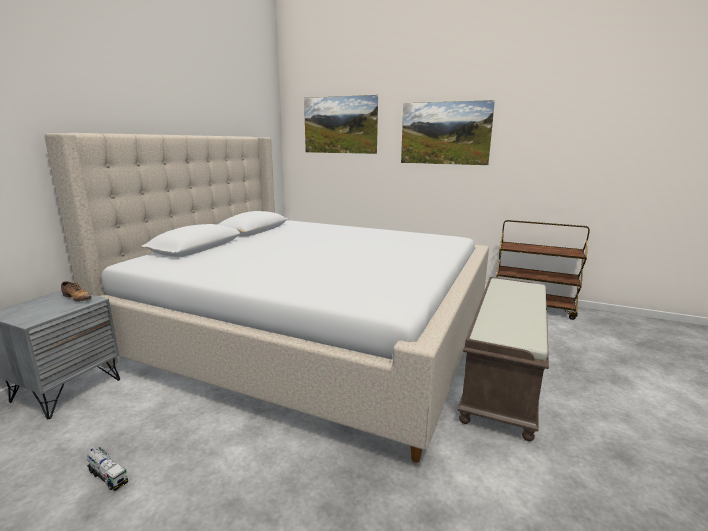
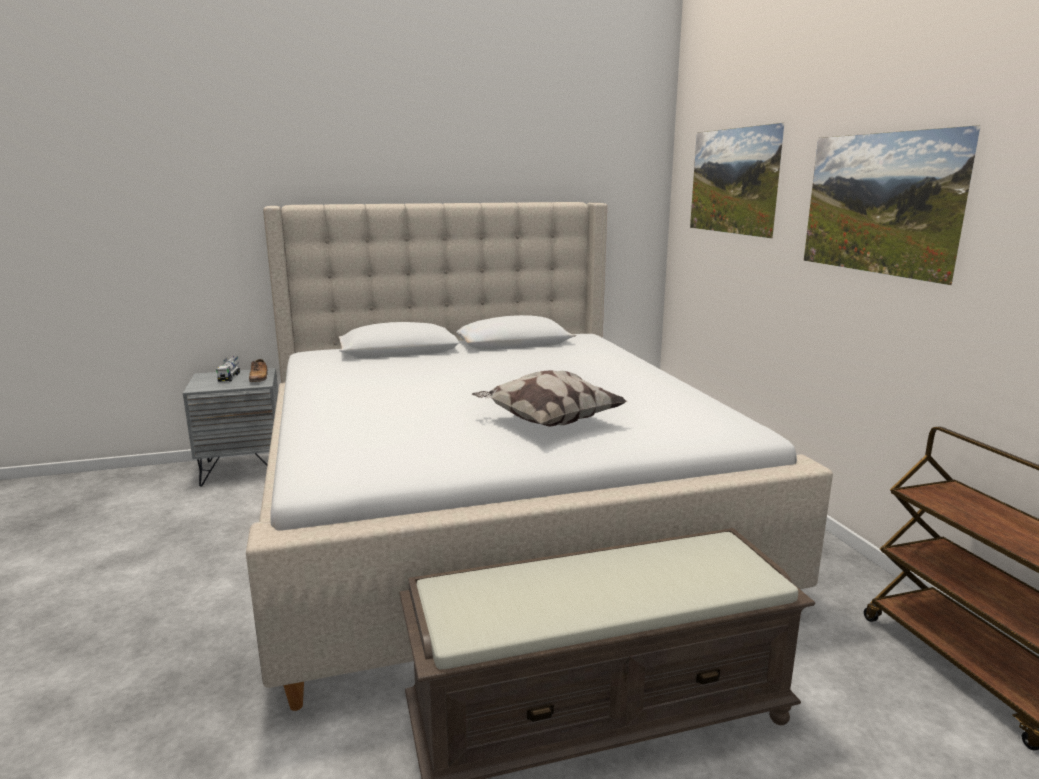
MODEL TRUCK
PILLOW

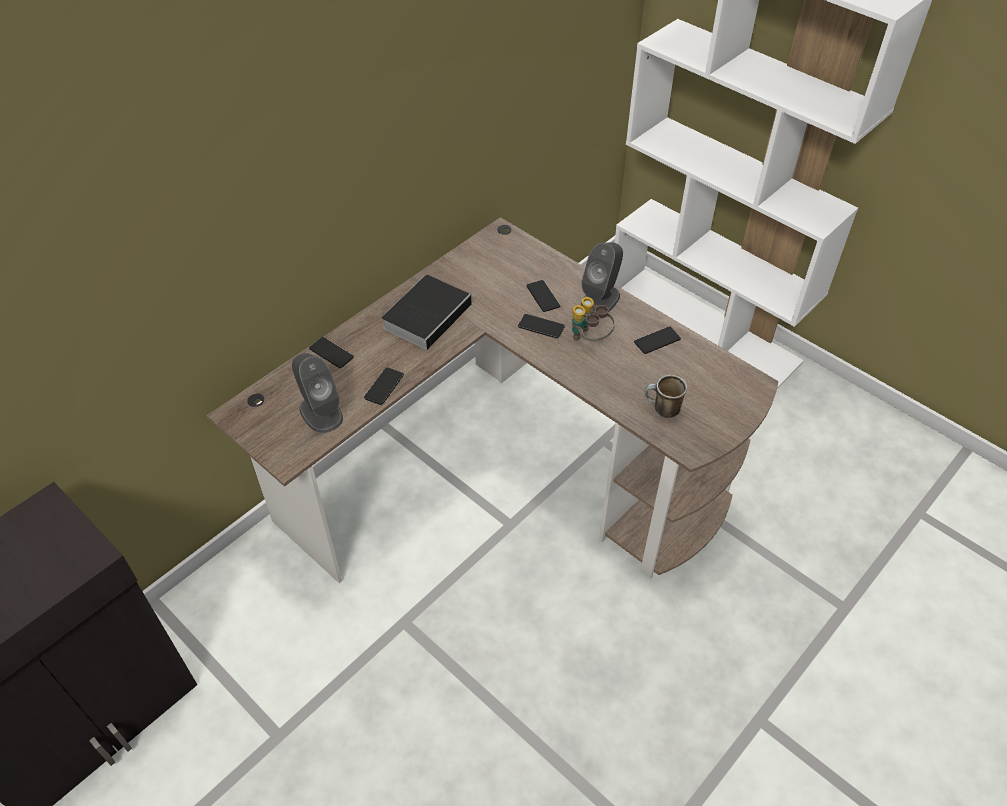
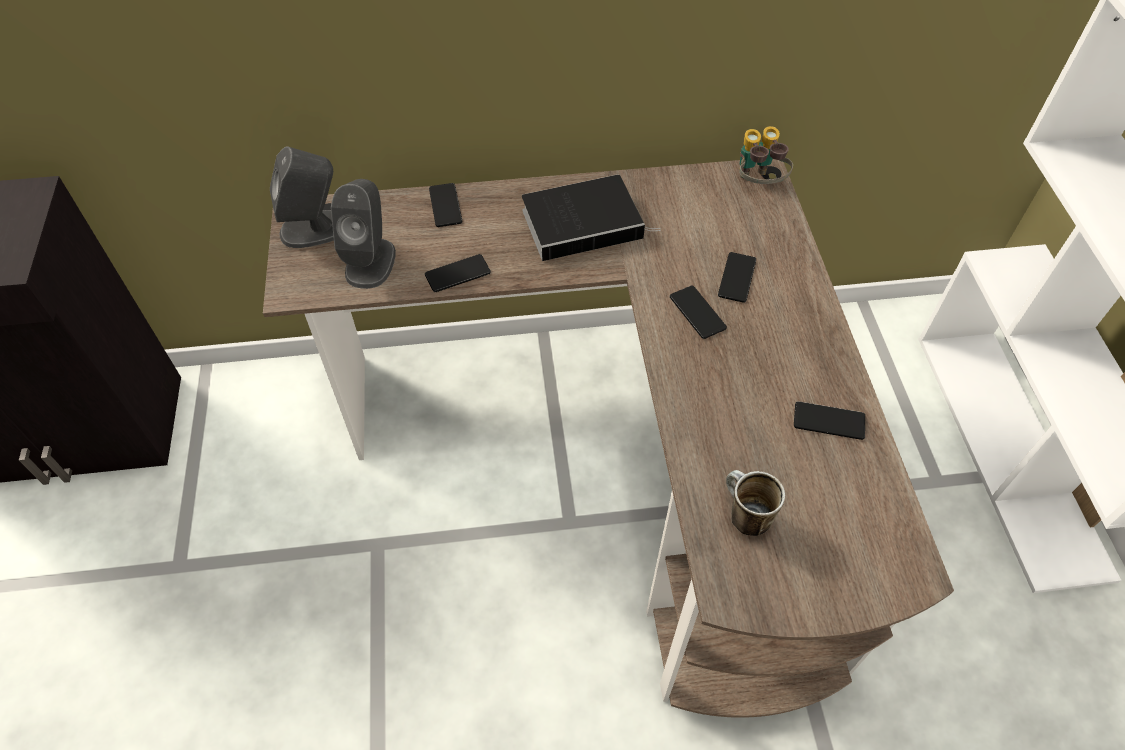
BINOCULARS
GREYISH AUDIO SPEAKER (no. 1 from left)

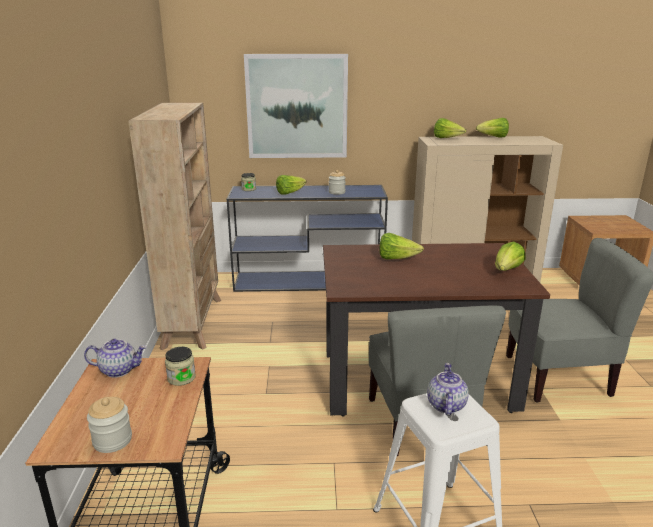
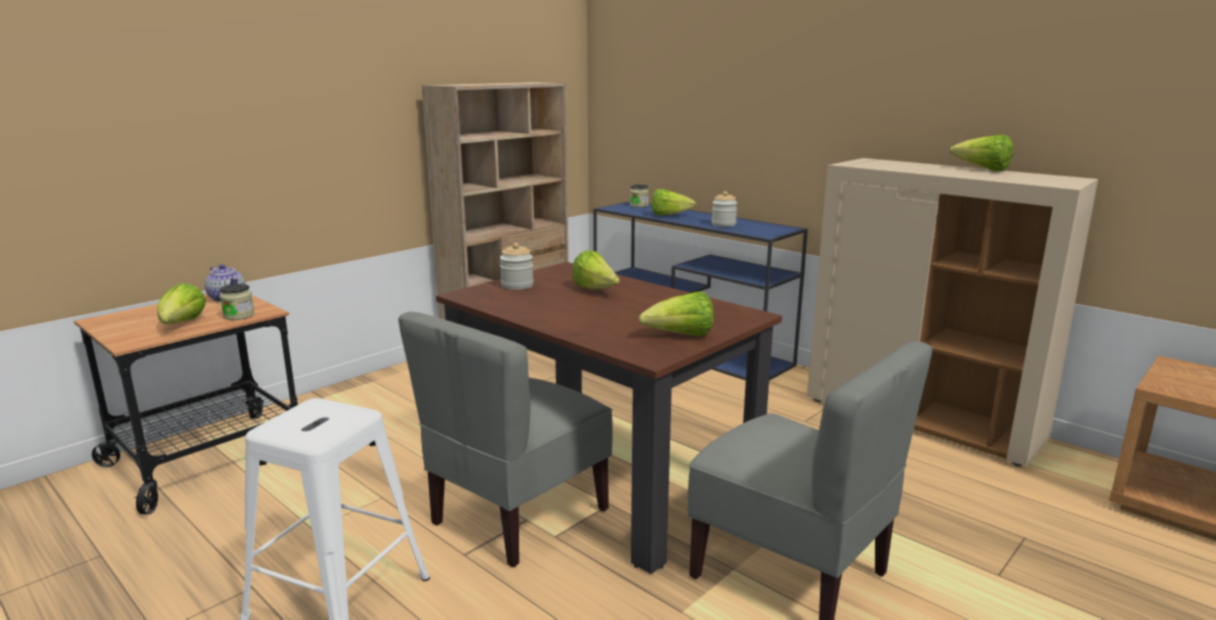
JAR (no. 2 from left)
PICTURE
POT FOR TEA (no. 2 from left in the first image)
HEAD OF LETTUCE (no. 1 from left)

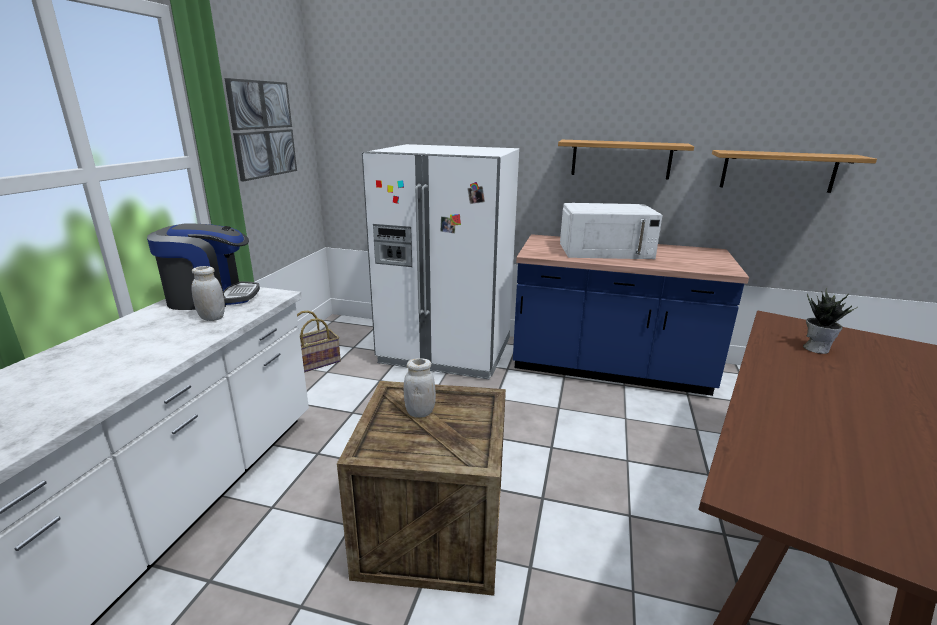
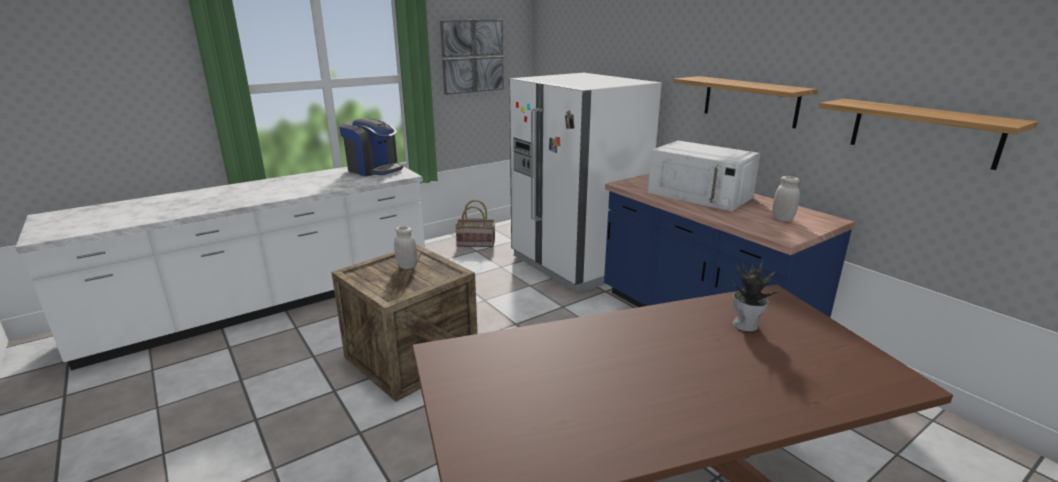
WHITE JAR (no. 2 from left)

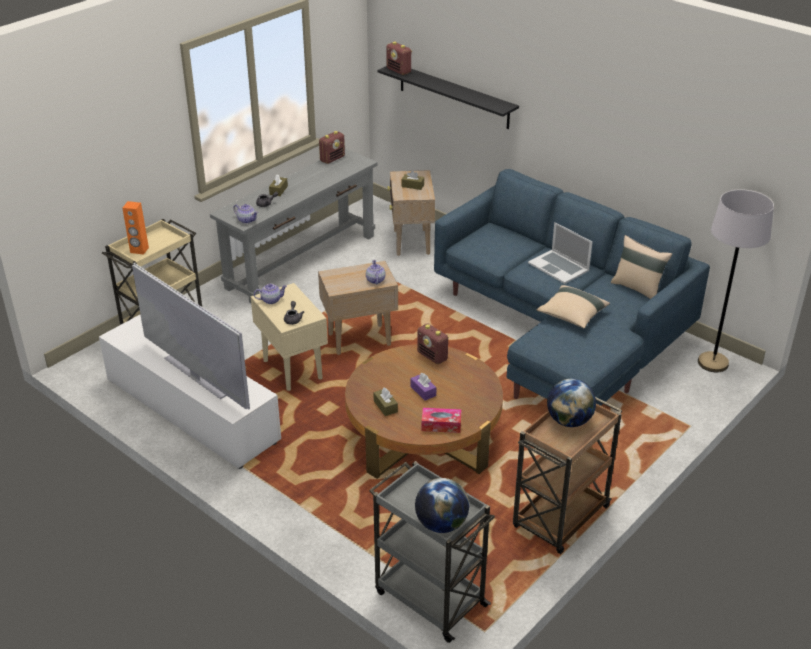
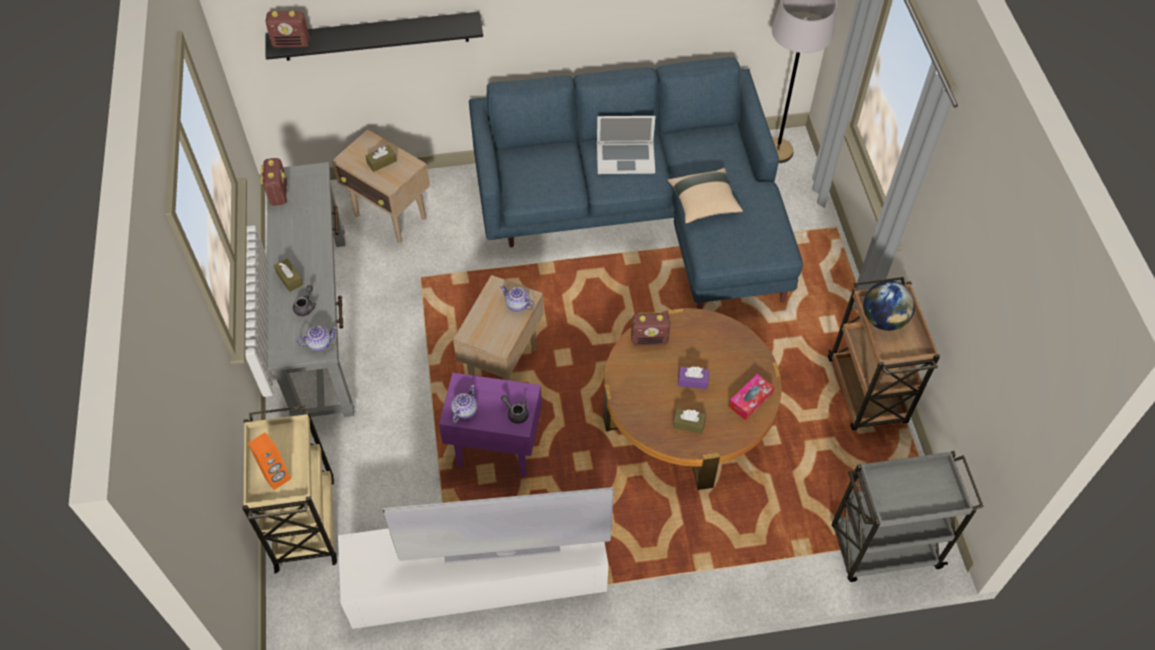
PURPLISH END TABLE
WORLD GLOBE (no. 1 from left in the first image)
BEIGE-COLOURED PILLOW (no. 2 from left in the first image)

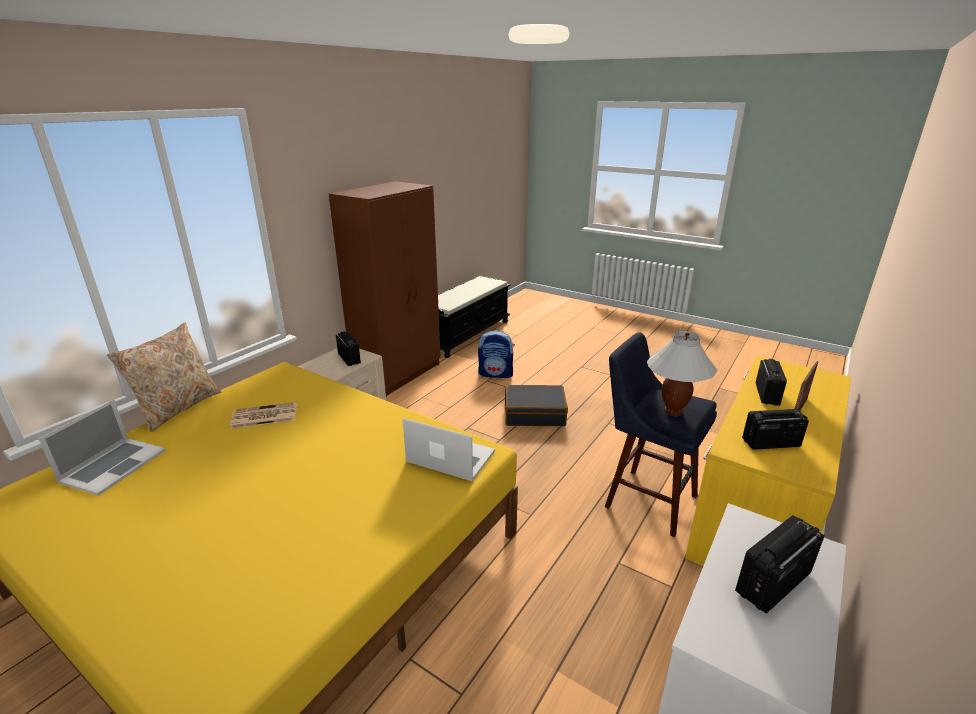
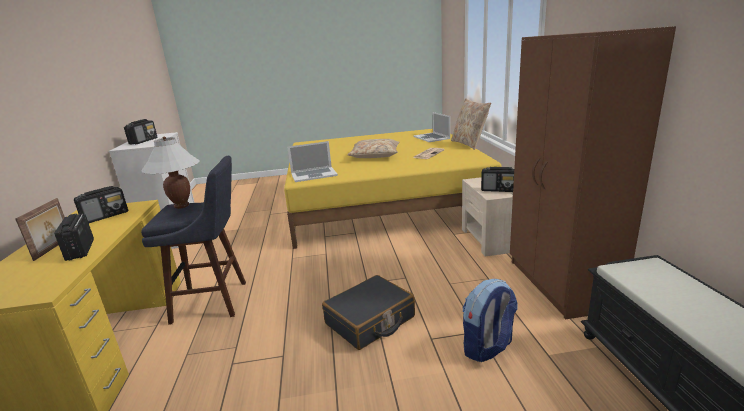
BEIGE-COLOURED PILLOW (no. 1 from left)

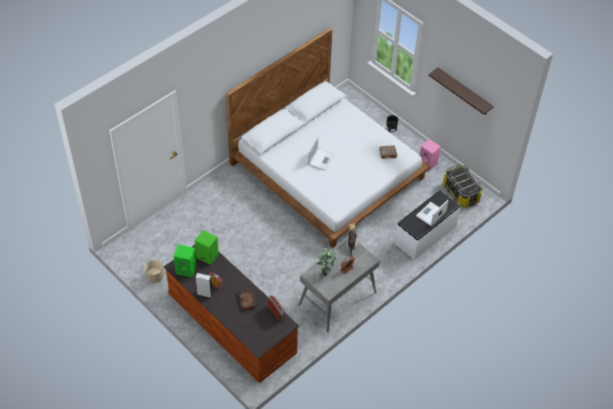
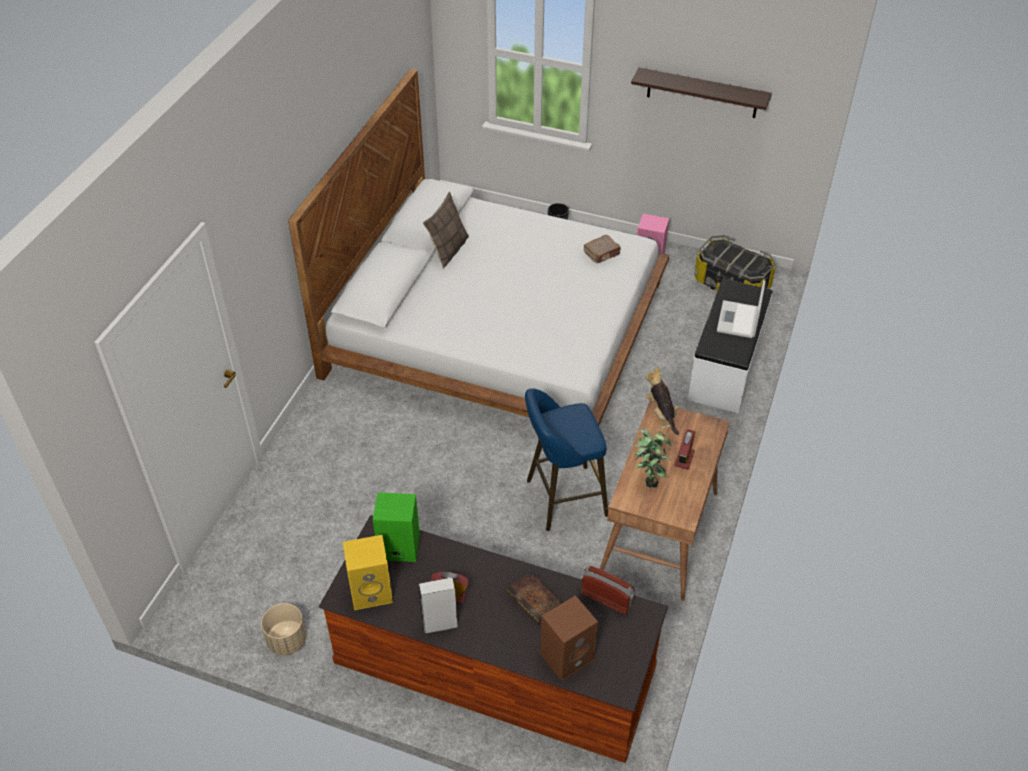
YELLOWISH AUDIO SPEAKER
BROWN DESK TABLE
PORTABLE COMPUTER (no. 1 from left in the first image)
PILLOW
BLUISH SITTING STOOL
BROWN AUDIO SPEAKER

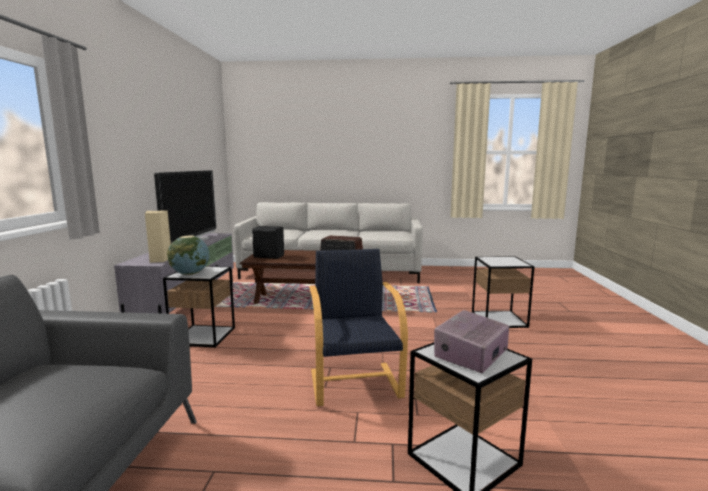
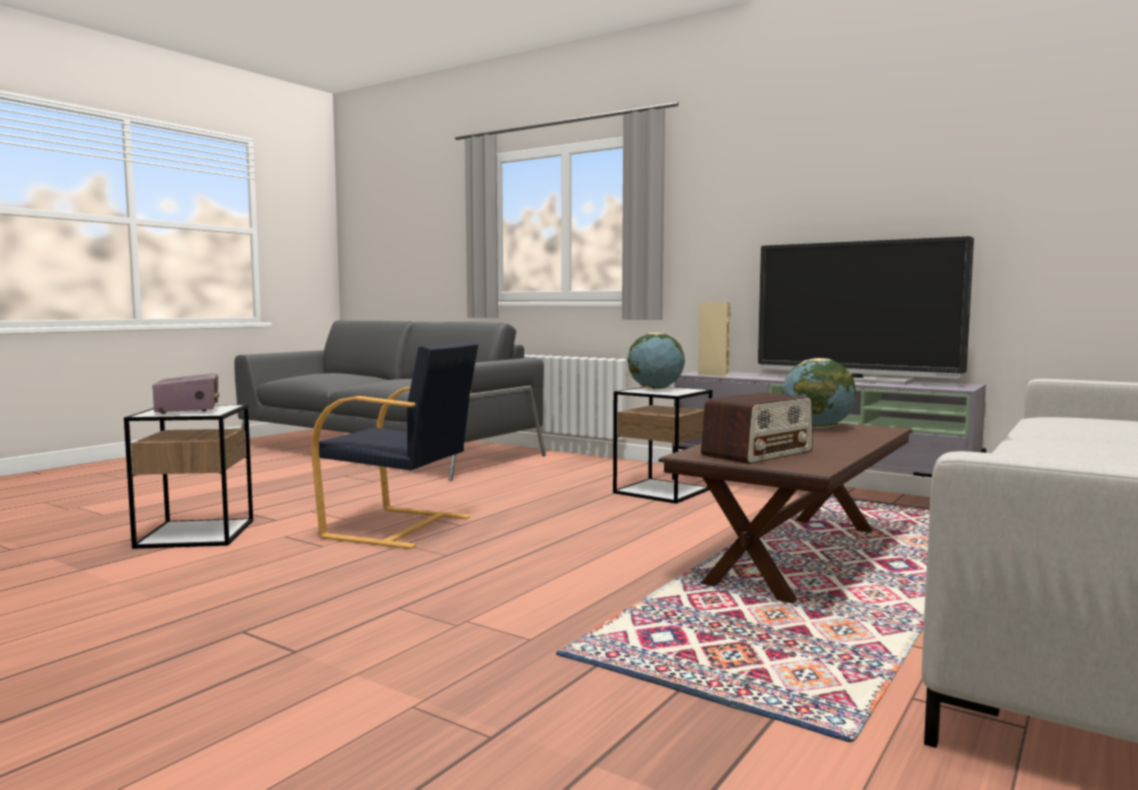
WORLD GLOBE (no. 2 from left)
END TABLE (no. 3 from left in the first image)

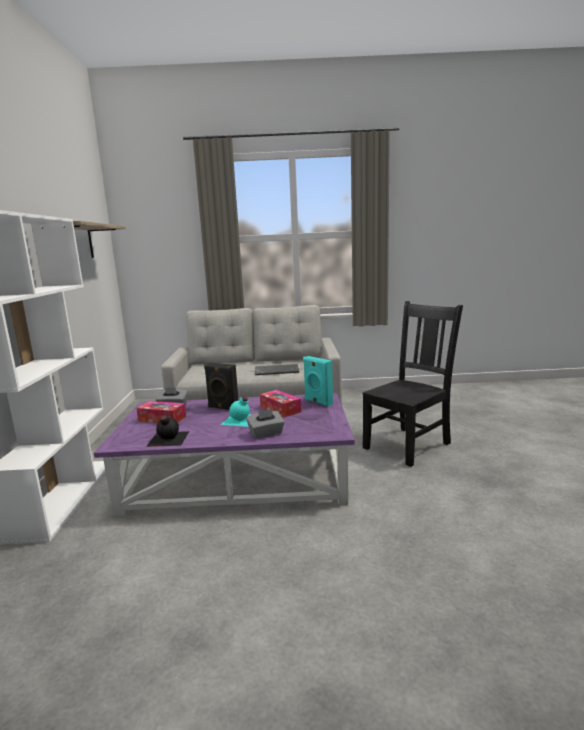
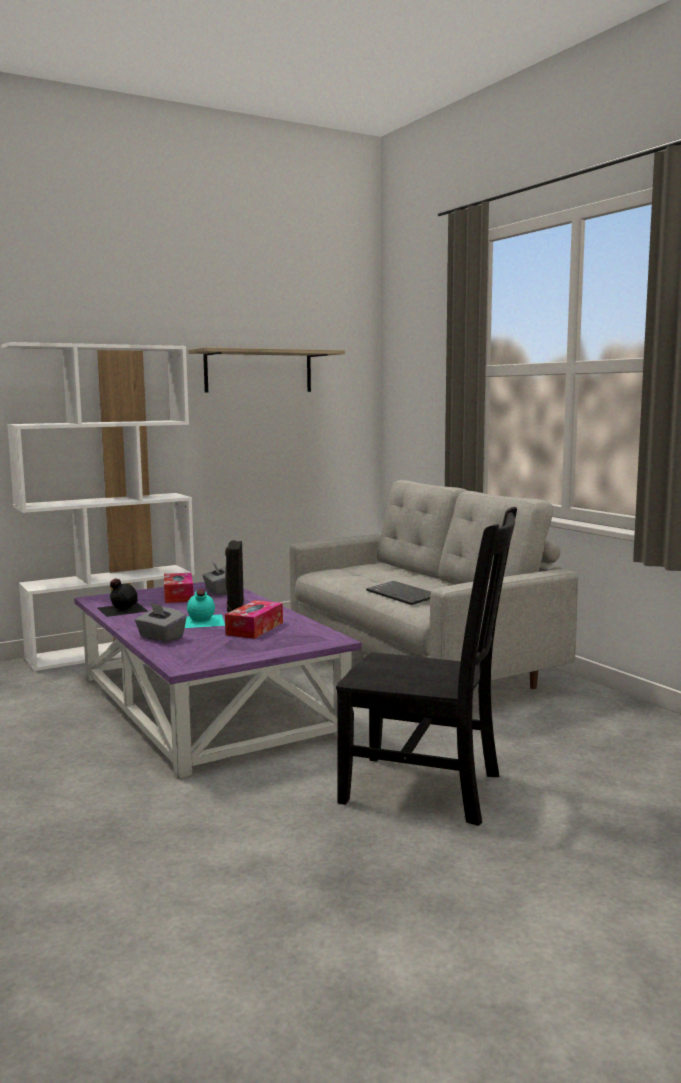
BLUE-GREEN AUDIO SPEAKER

